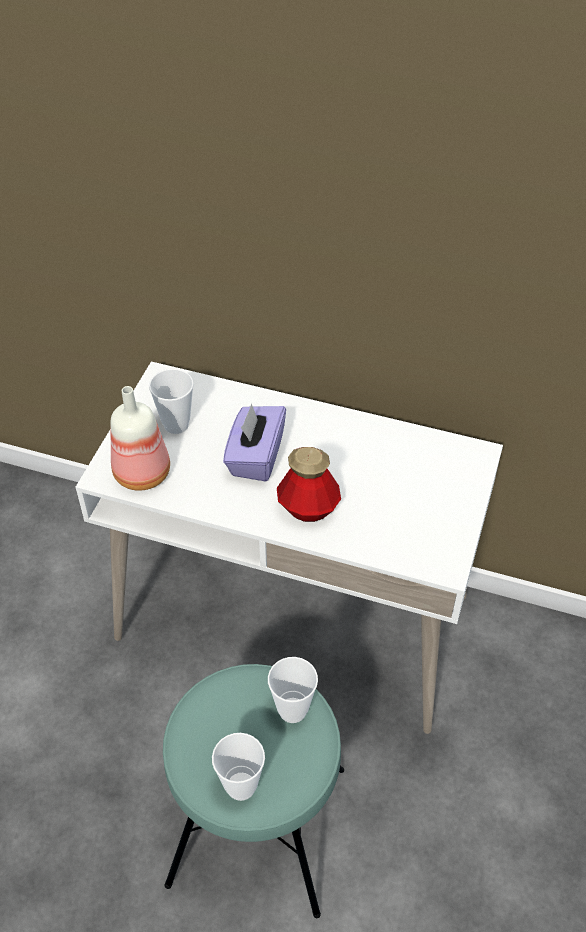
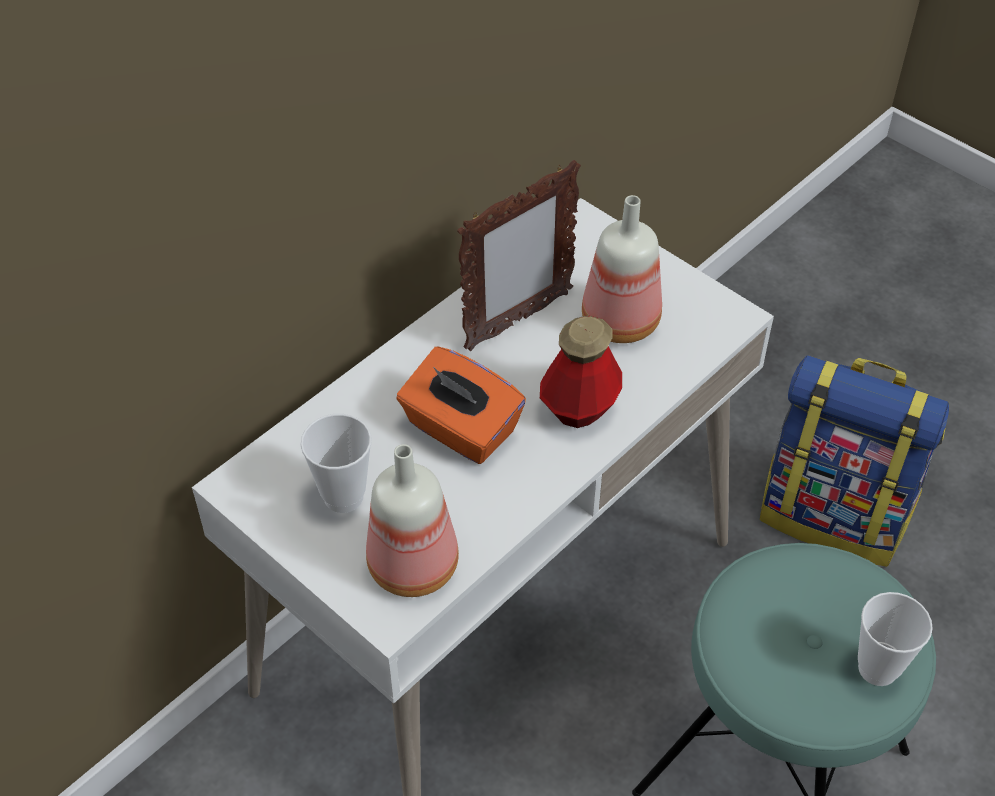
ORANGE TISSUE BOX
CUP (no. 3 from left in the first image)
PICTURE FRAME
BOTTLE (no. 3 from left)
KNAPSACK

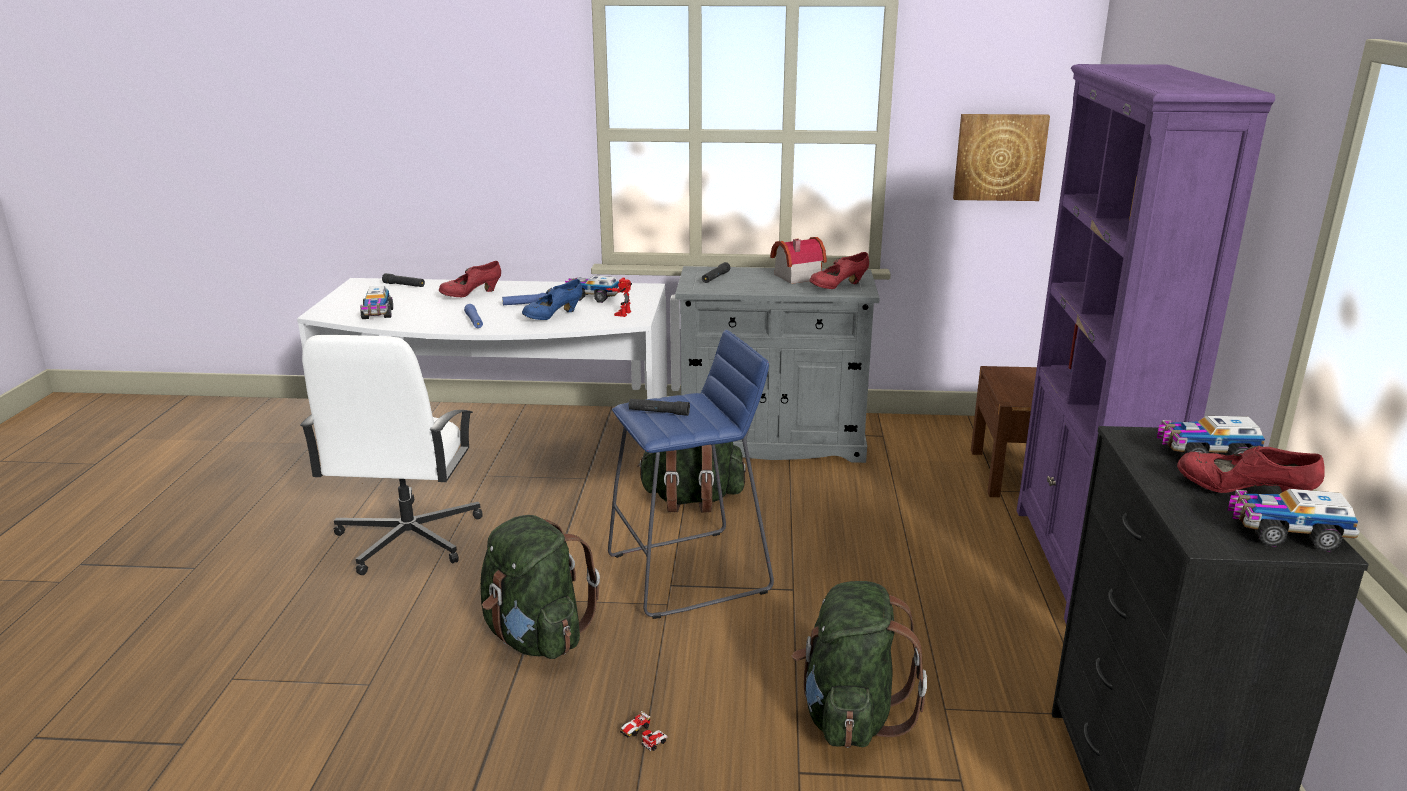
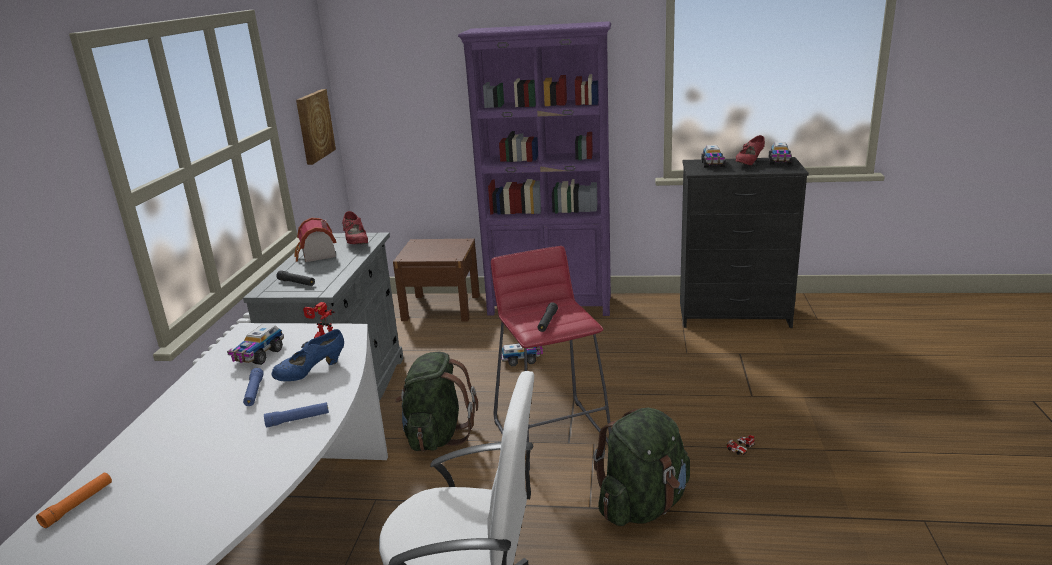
MODEL TRUCK (no. 2 from left)
ORANGE FLASHLIGHT
REDDISH SHOE (no. 1 from left in the first image)
BLUISH SHOE
REDDISH SITTING STOOL
GREEN KNAPSACK (no. 3 from left in the first image)

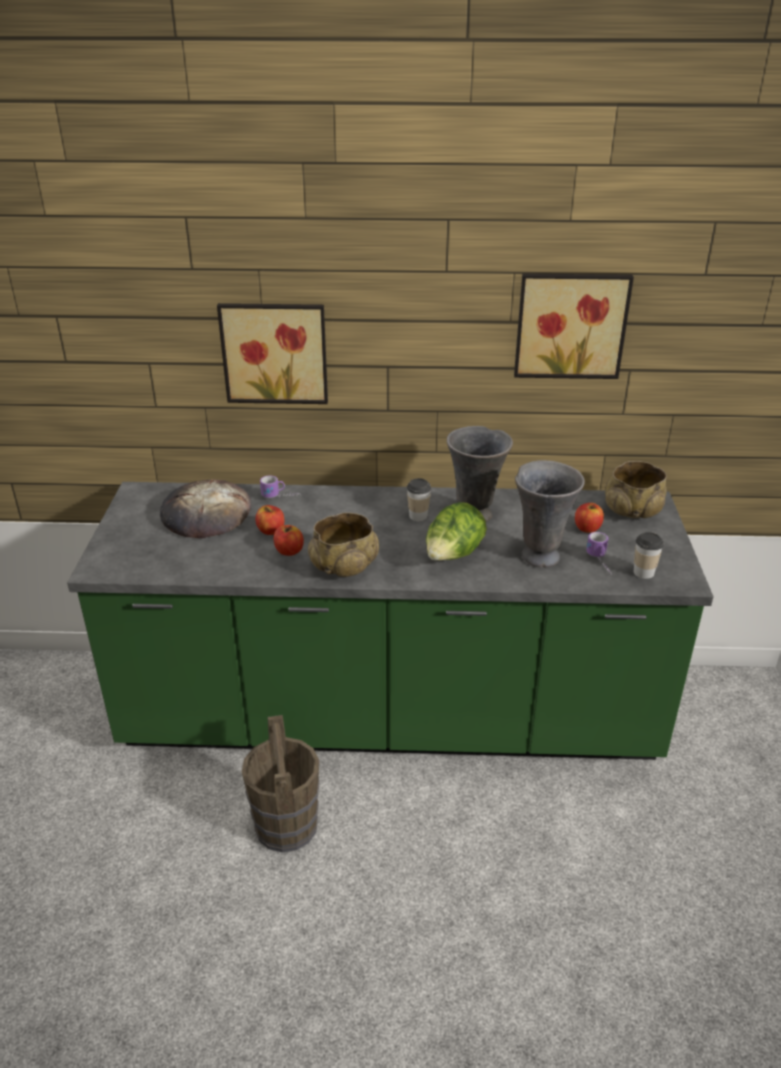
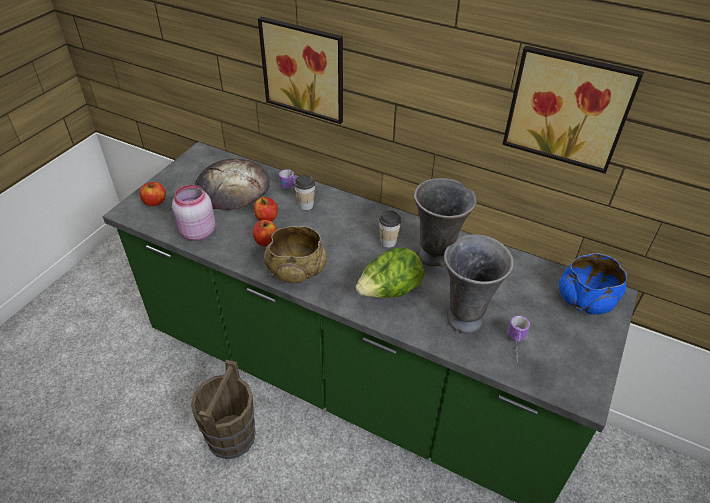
WHOLE APPLE (no. 1 from left)
BLUISH DEEP DISH
CUP (no. 1 from left)
PINK JAR

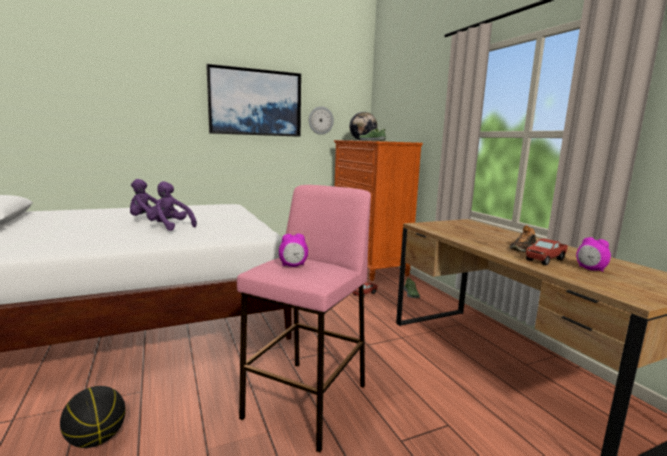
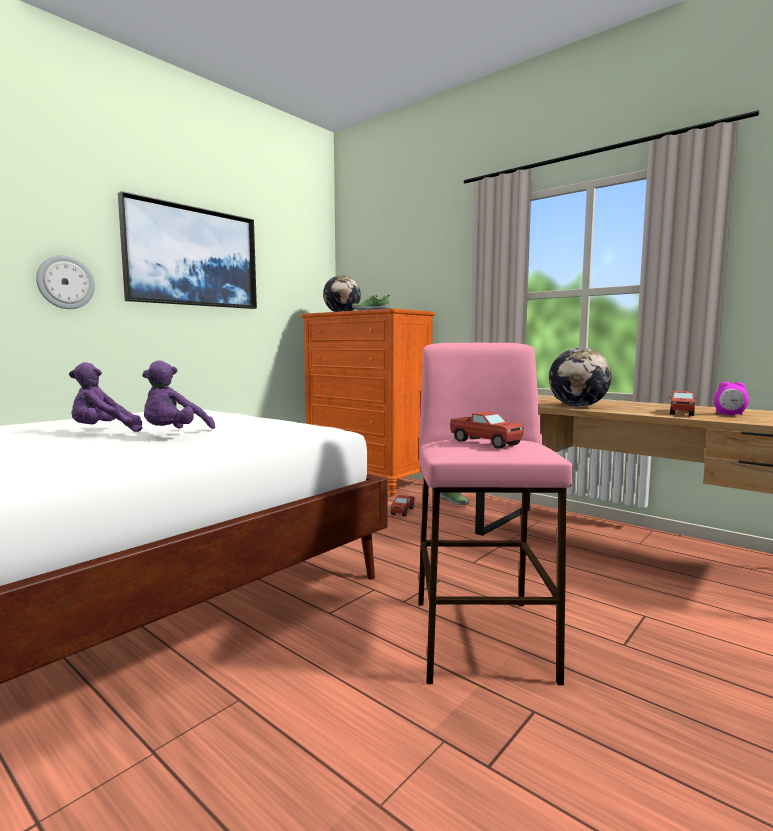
BASKETBALL BALL
PURPLISH SOFT TOY (no. 2 from left)
MODEL TRUCK (no. 2 from left)
HANGING CLOCK
SHOE (no. 3 from left in the first image)
WORLD GLOBE (no. 2 from left)

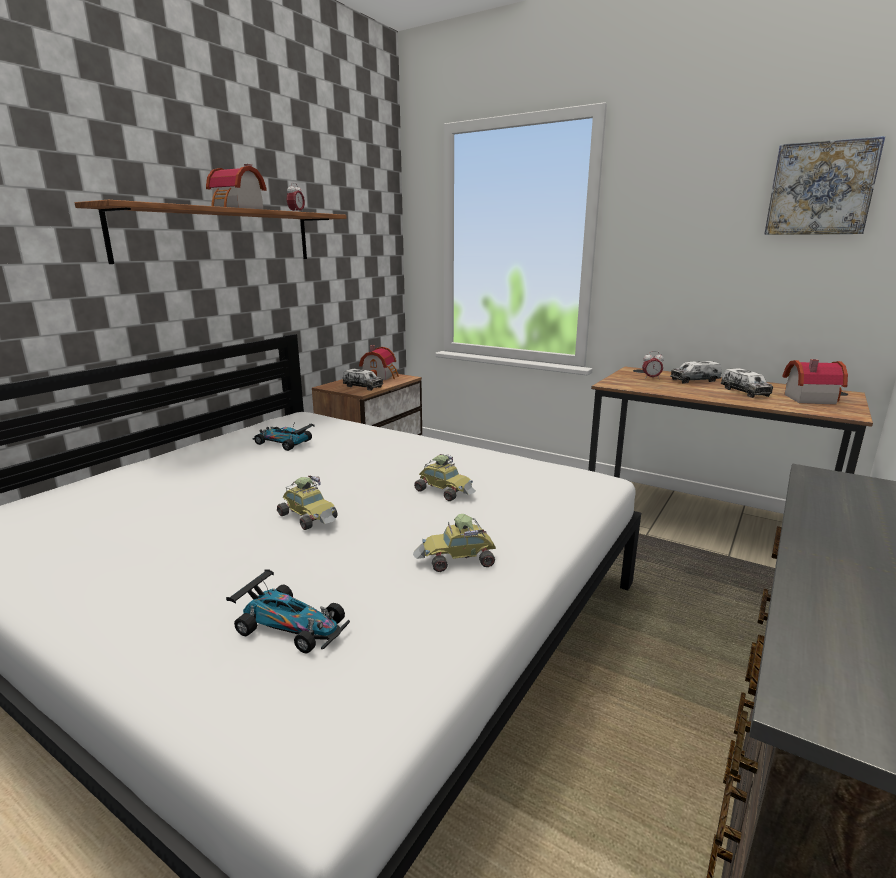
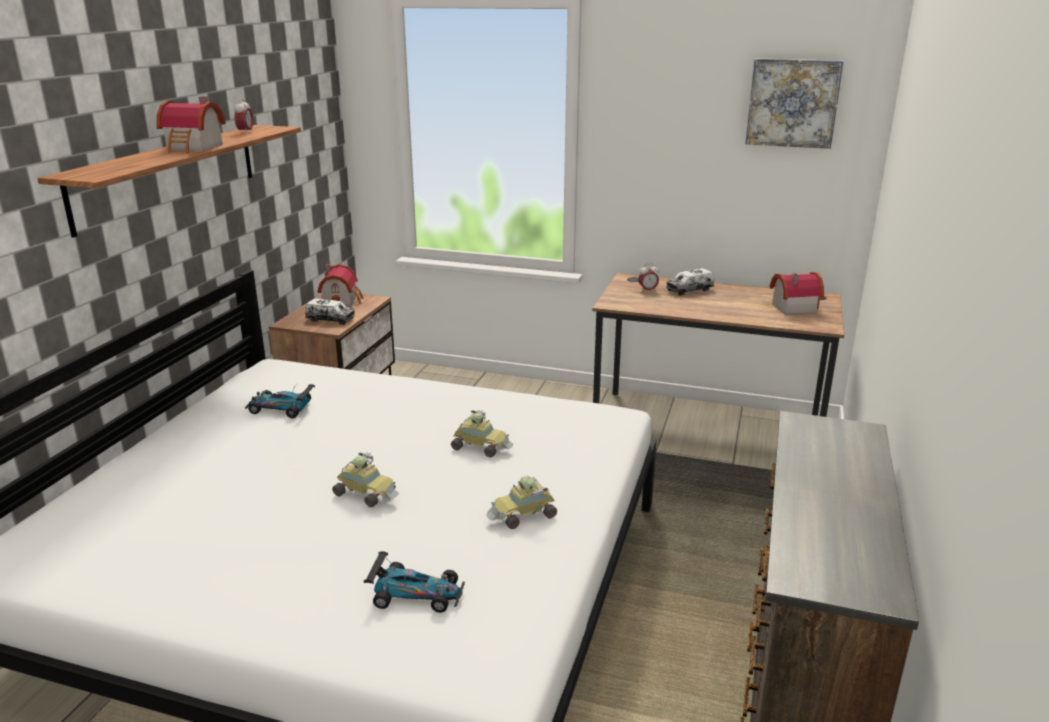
MODEL TRUCK (no. 3 from left in the first image)

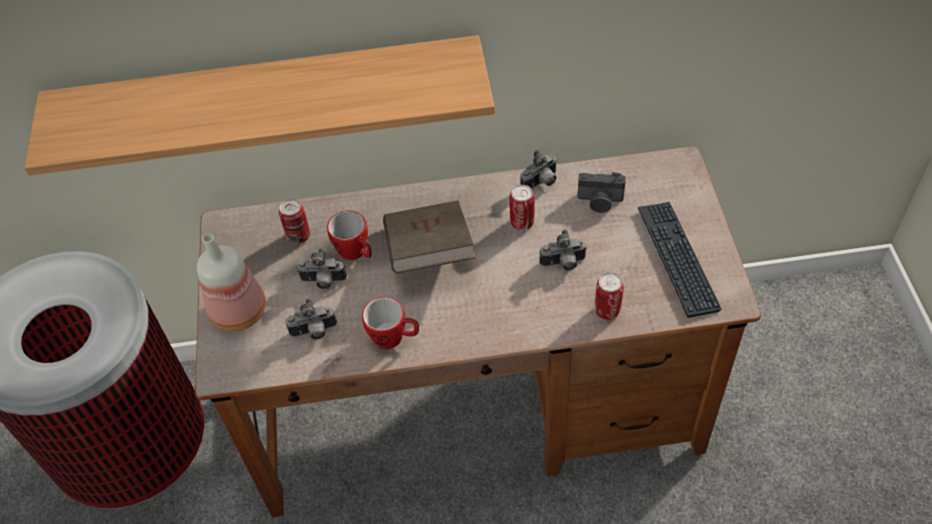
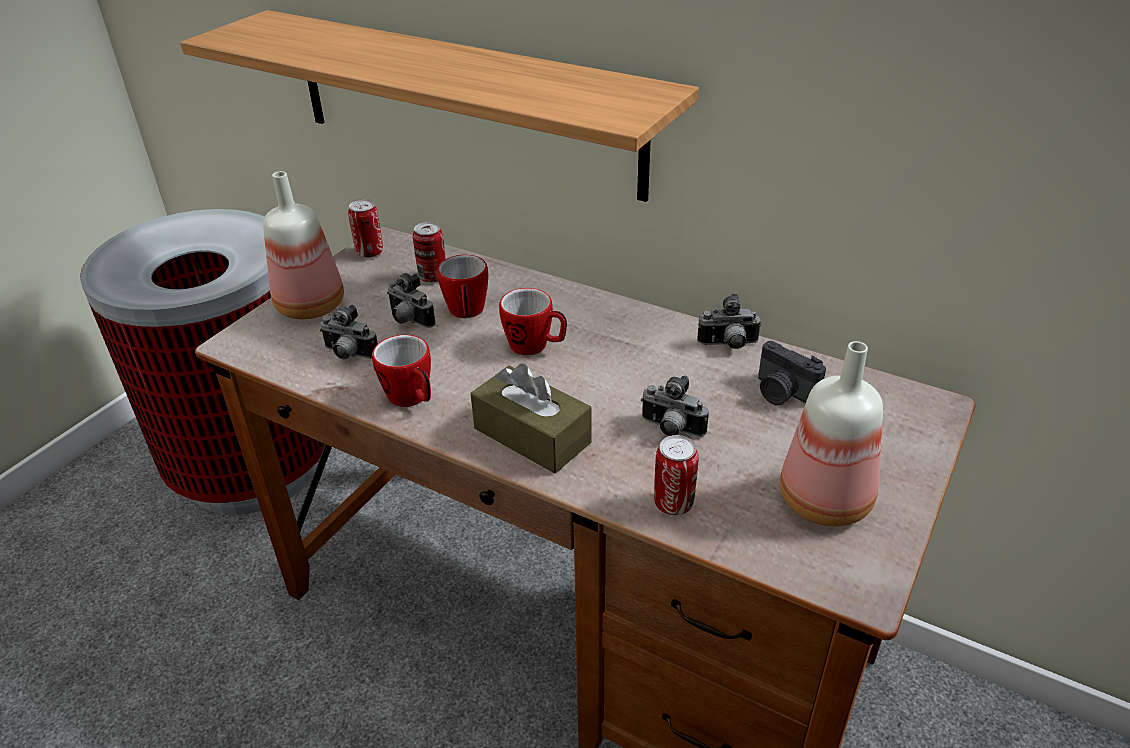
COFFEE MUG (no. 3 from left)
CAN (no. 1 from left)
BOTTLE (no. 2 from left)
BROWN TISSUE BOX

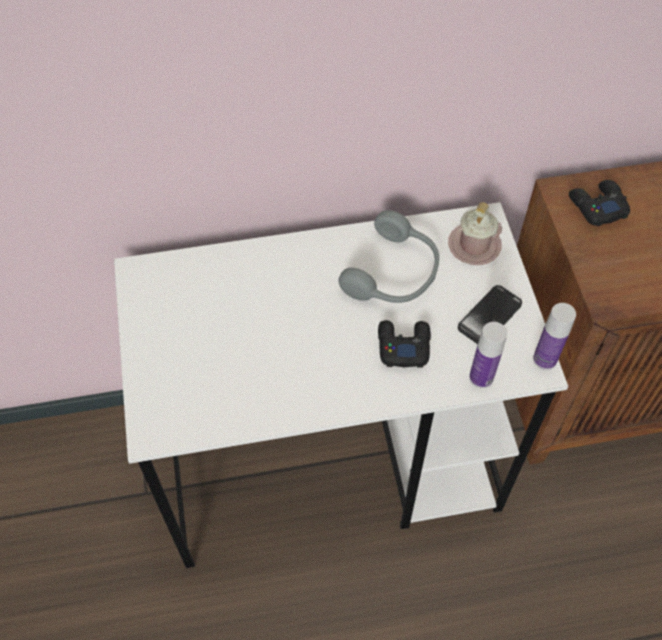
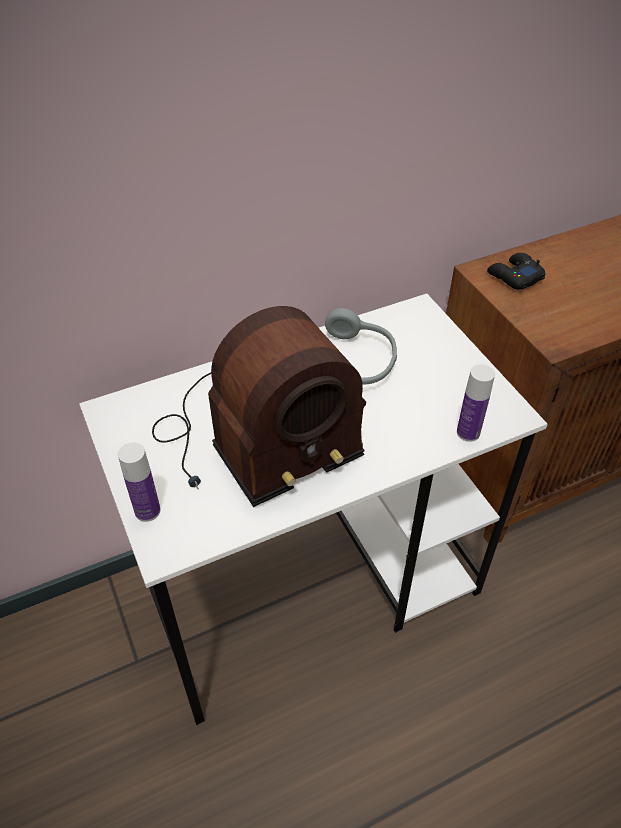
BLACK GAME CONTROLLER (no. 1 from left in the first image)
PINK COFFEE MUG
HANDSET
BOTTLE (no. 1 from left)
RADIO

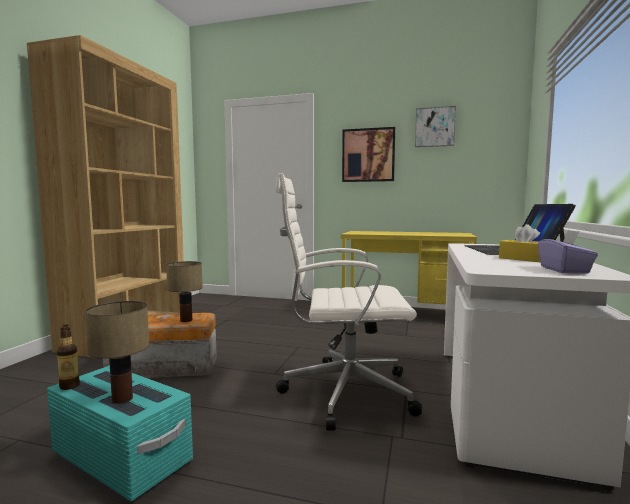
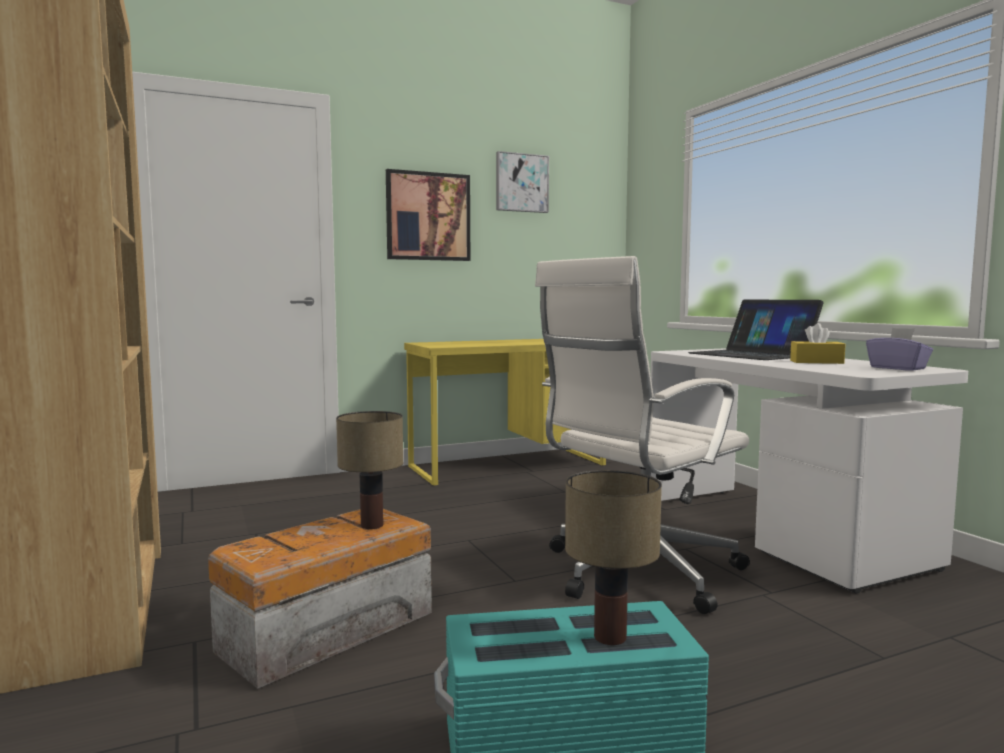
BOTTLE

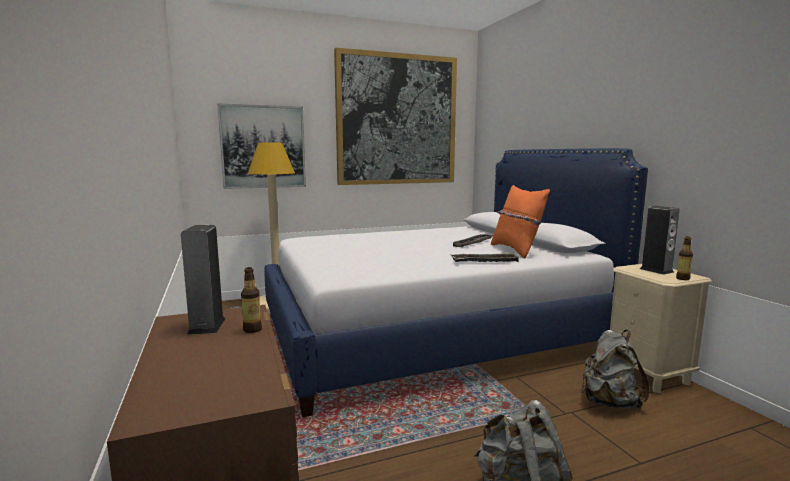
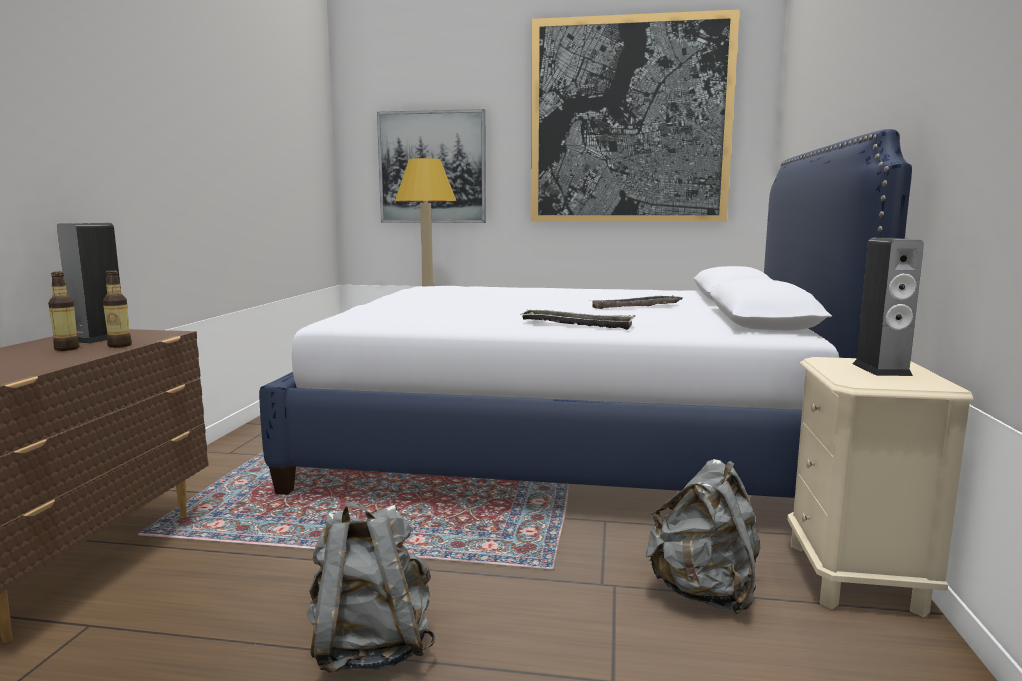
ORANGE PILLOW
BOTTLE (no. 1 from left)

